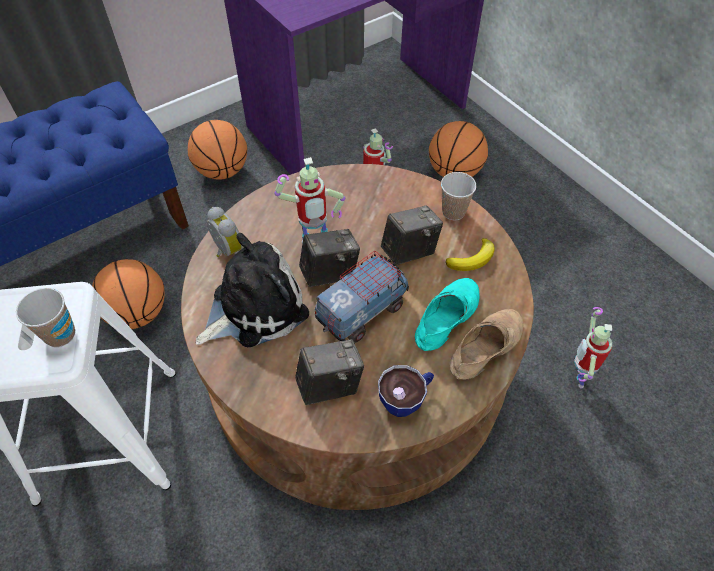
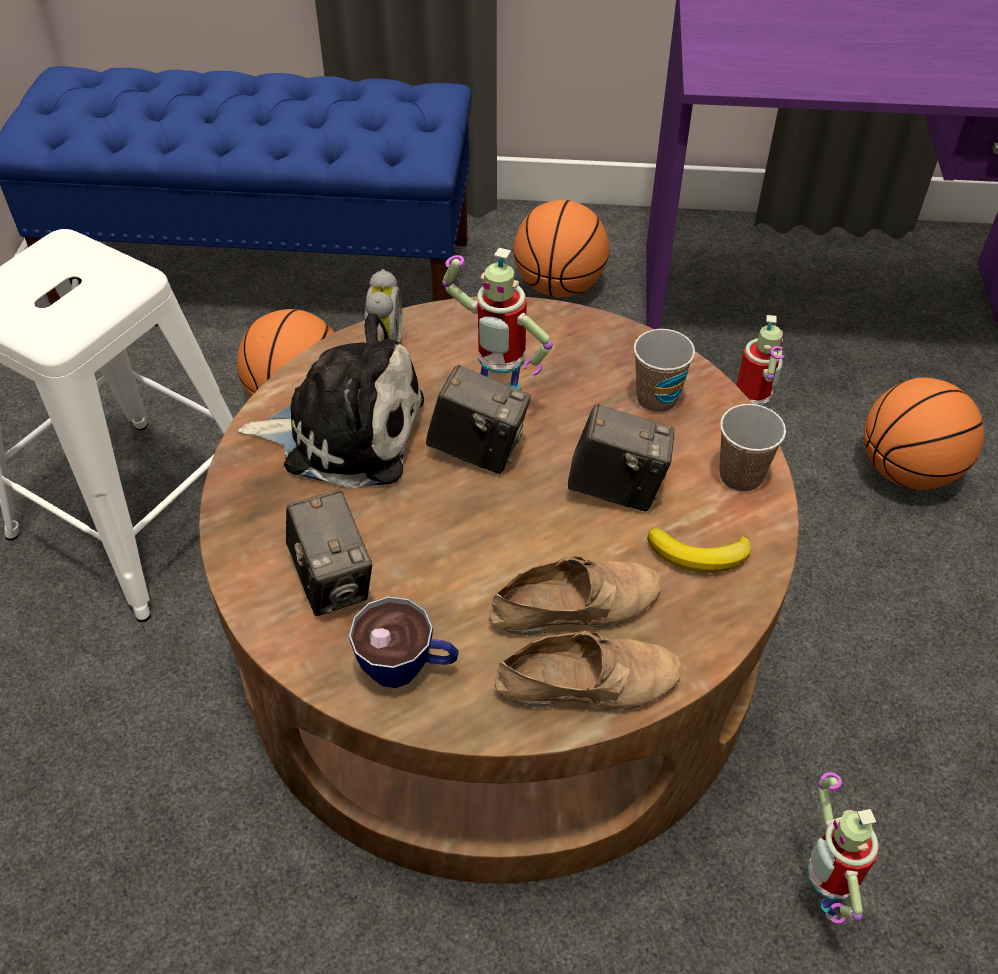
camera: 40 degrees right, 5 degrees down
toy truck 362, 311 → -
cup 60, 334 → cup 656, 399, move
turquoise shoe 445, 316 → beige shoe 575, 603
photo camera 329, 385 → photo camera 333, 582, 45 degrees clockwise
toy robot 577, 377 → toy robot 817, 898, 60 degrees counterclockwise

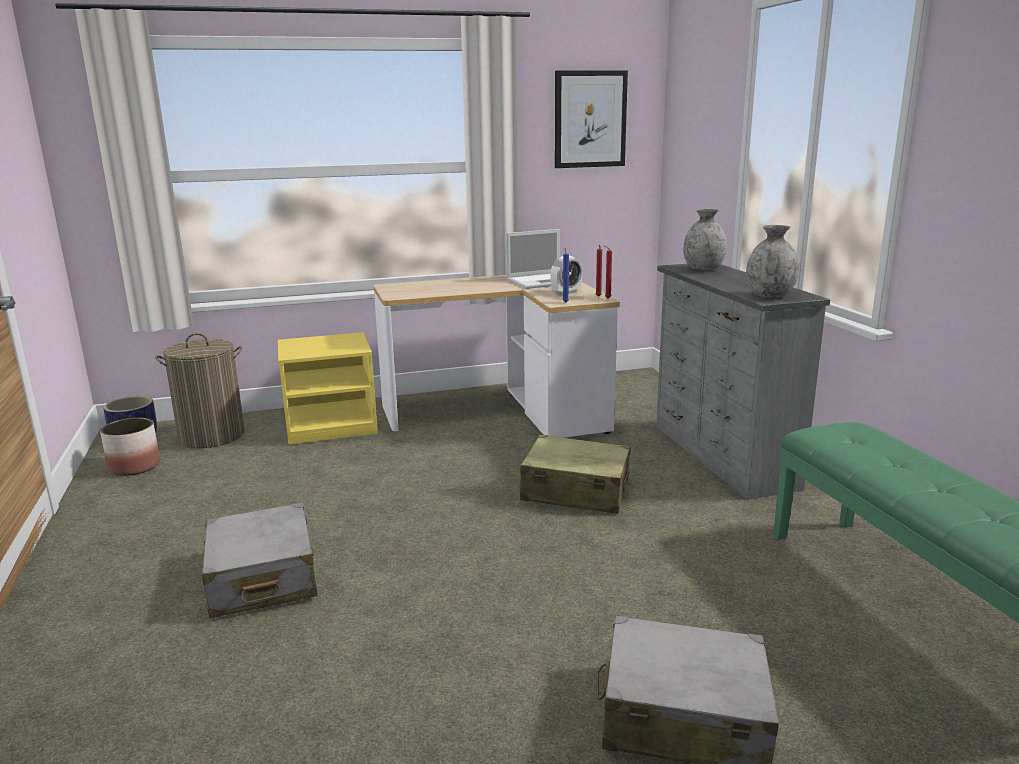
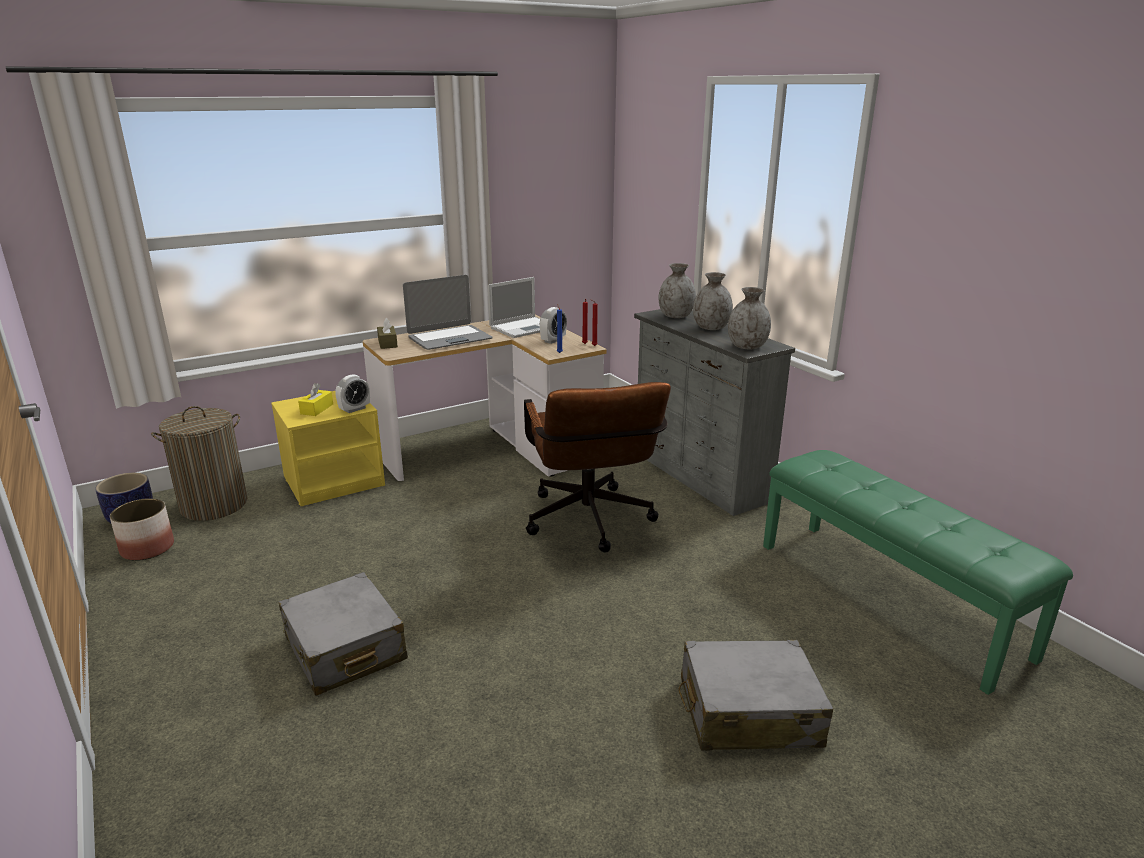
camera: 15 degrees left, 5 degrees up
picture 590, 119 → -
- → yellow tissue box 317, 409
- → alarm clock 354, 409
- → brown tissue box 387, 343
- → laptop 449, 338
- → grey vase 710, 328
beige suitcase 575, 491 → brown office chair 590, 524

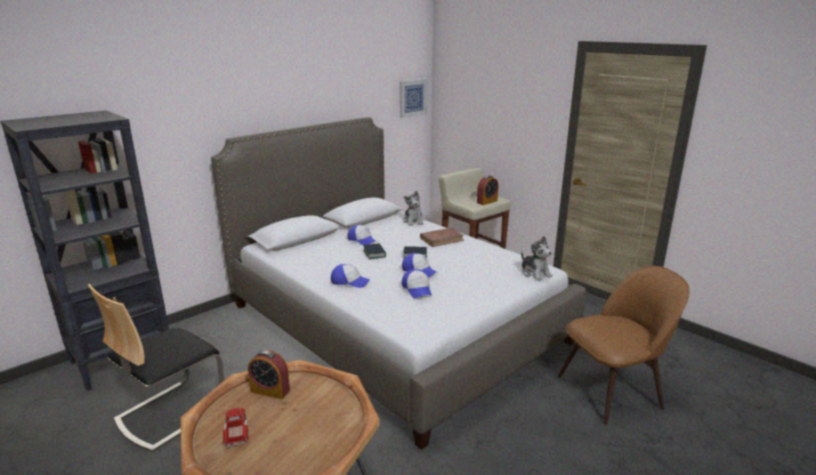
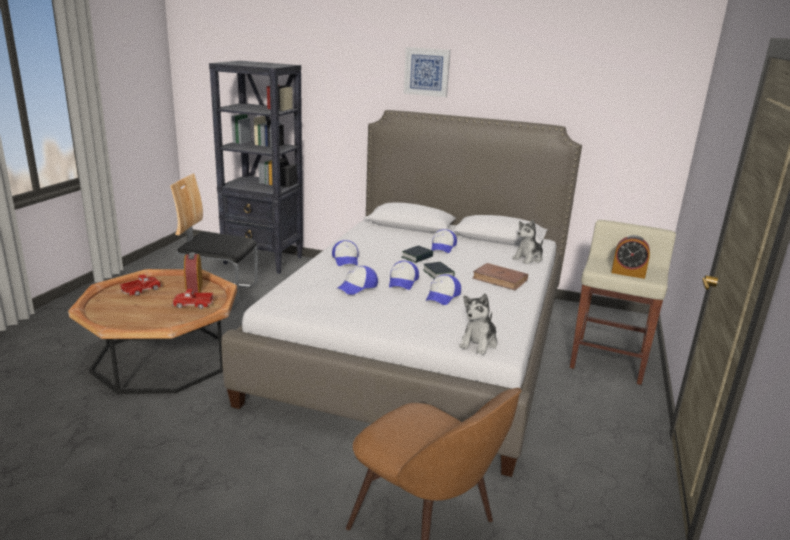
camera: 60 degrees right, 0 degrees up
- → toy truck 193, 305
- → cap 443, 296
picture 412, 98 → picture 426, 72, move

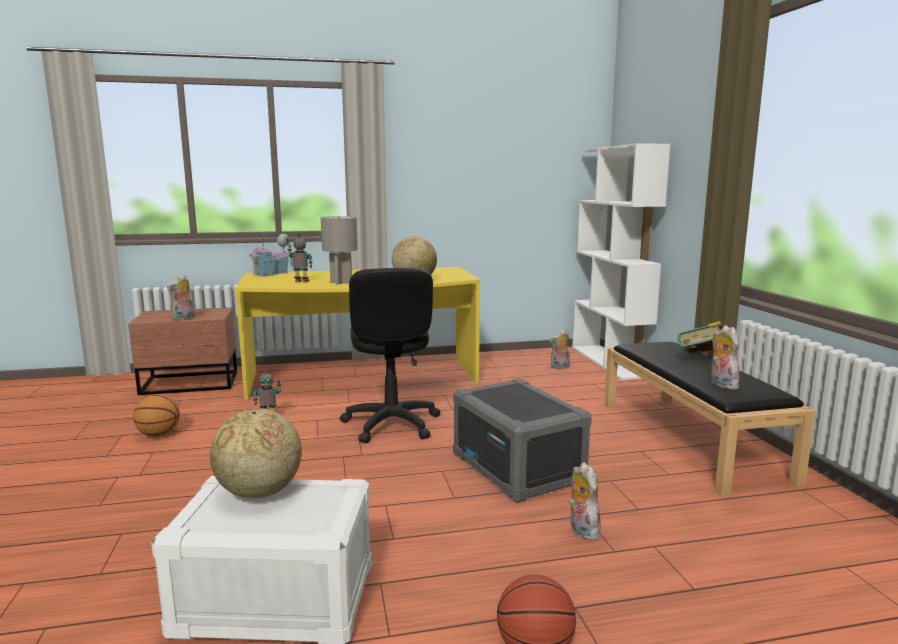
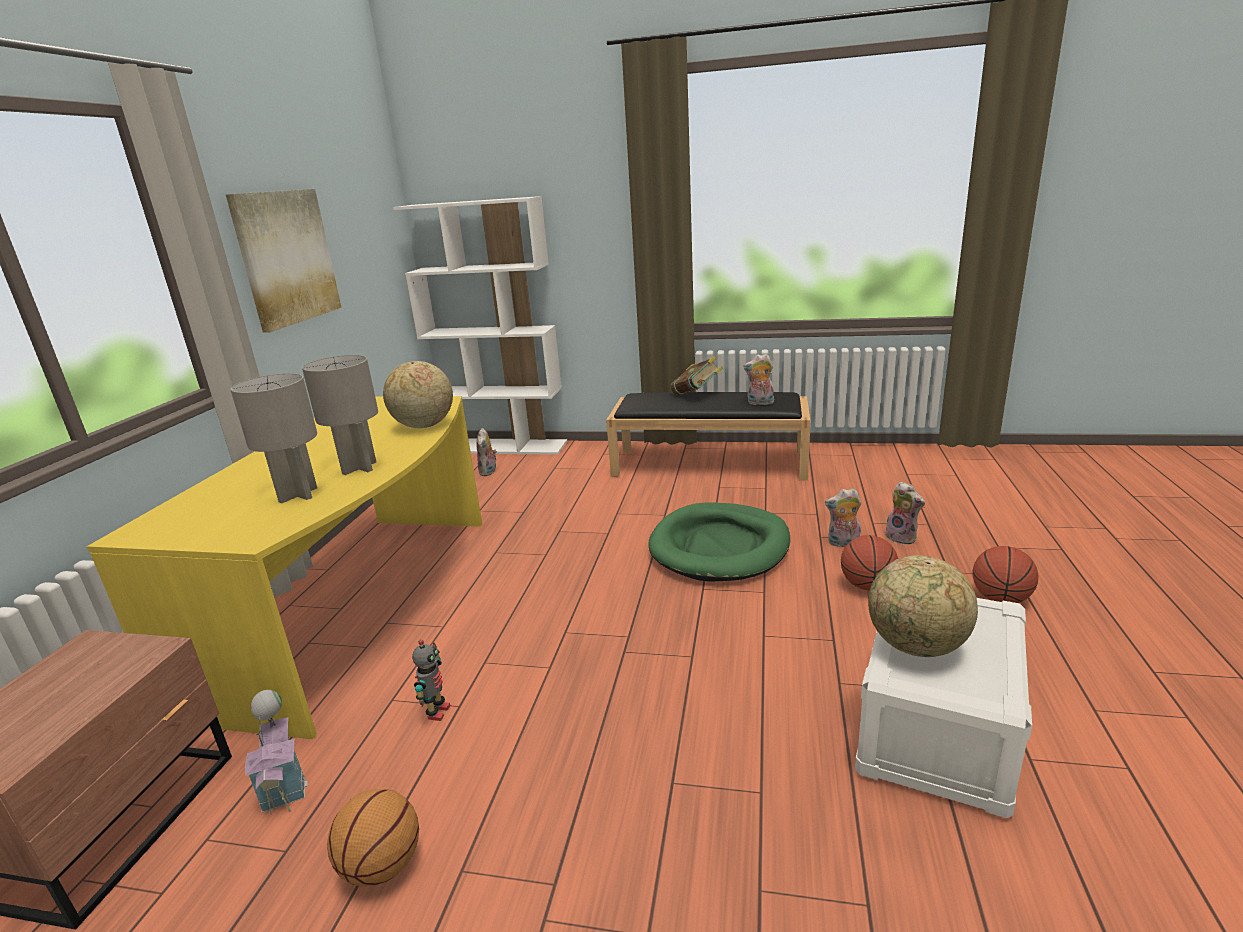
camera: 65 degrees left, 10 degrees up
black office chair 391, 424 → -
- → picture 286, 257
- → basketball 867, 585
plush toy 184, 319 → plush toy 902, 537, move
toy house 272, 274 → toy house 284, 781, move
toy robot 301, 281 → grey table lamp 298, 495
grey storage box 518, 468 → green dog bed 720, 547

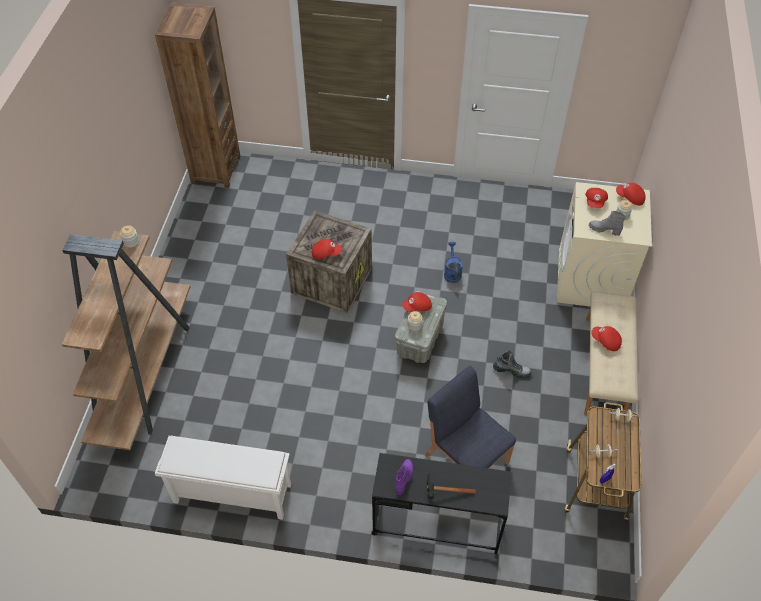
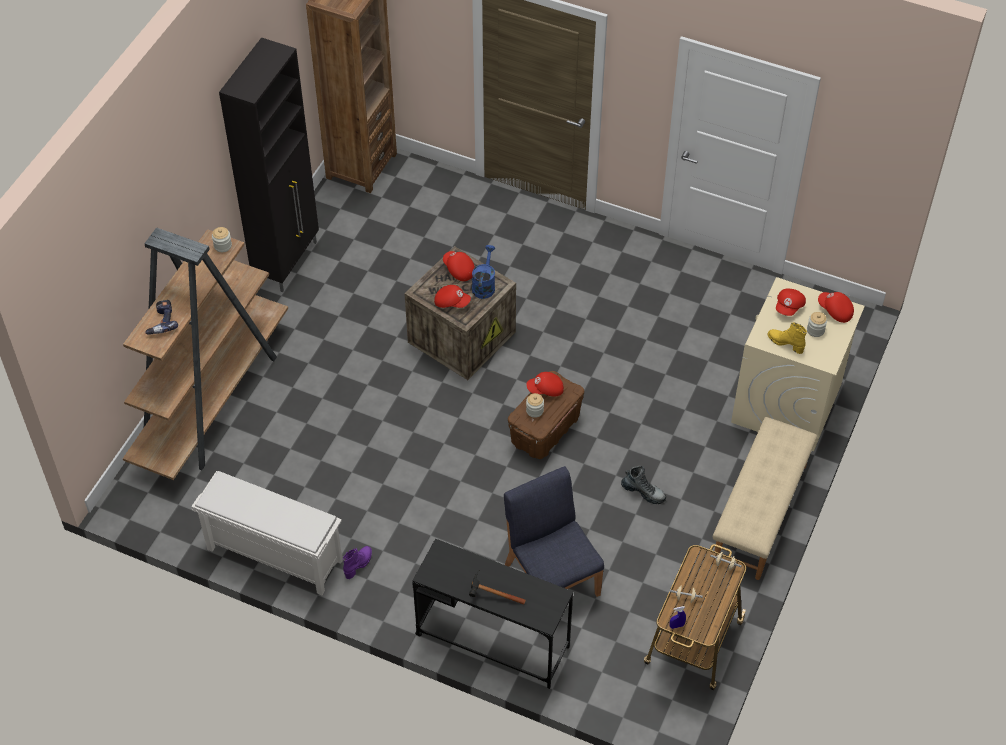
camera: 15 degrees right, 0 degrees up
- → power drill 161, 322
- → black cabinet 287, 261
purple boot 404, 478 → purple boot 358, 564, move
blue watering can 452, 272 → blue watering can 484, 285, move
red cap 605, 341 → red cap 458, 270, move
grey storage box 420, 339 → brown storage box 545, 431
grey boot 604, 230 → yellow boot 785, 343

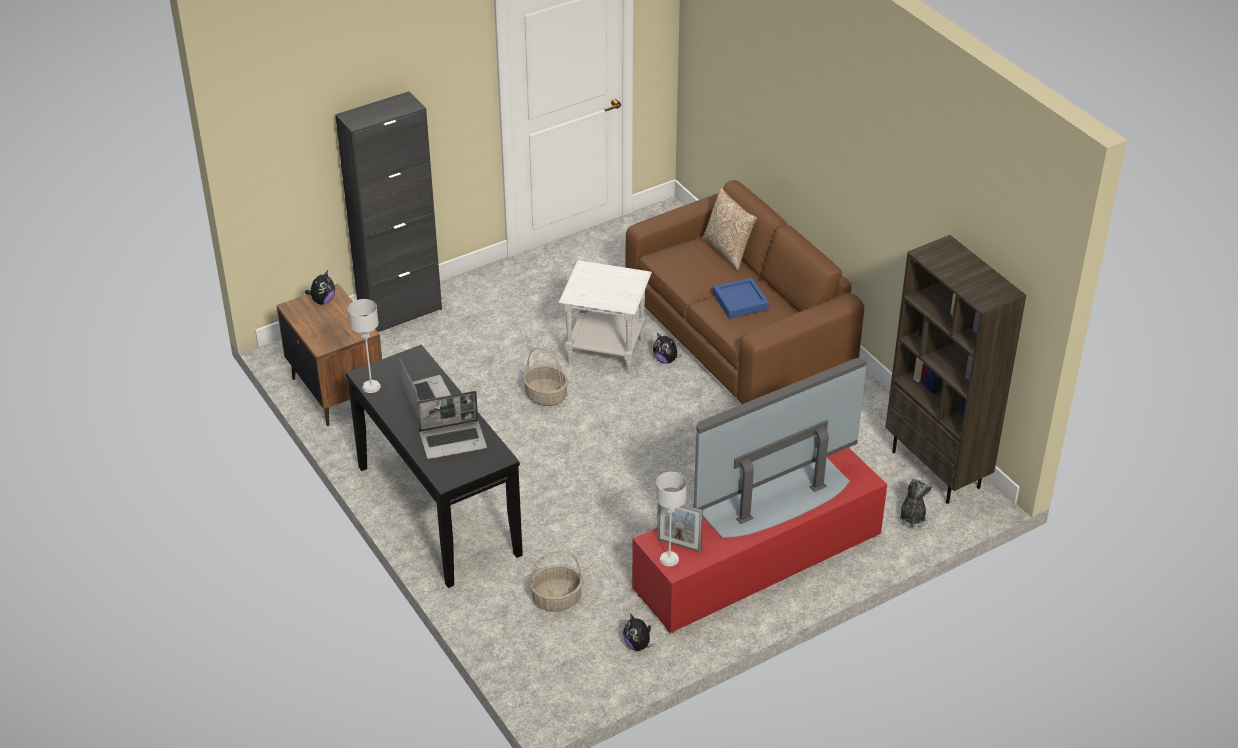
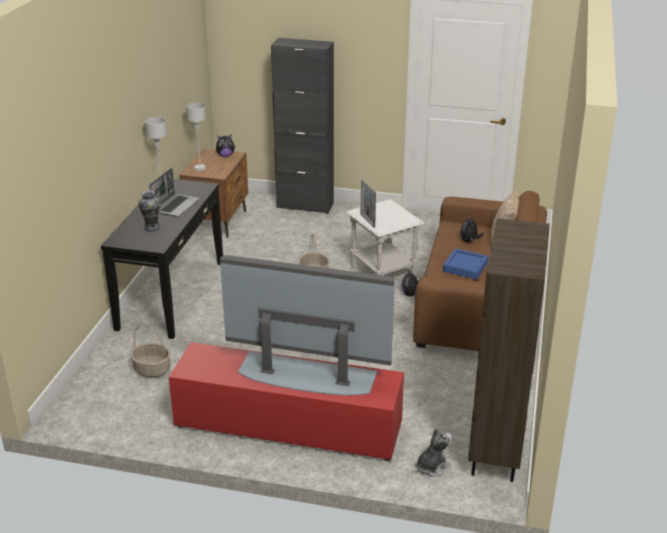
camera: 45 degrees right, 10 degrees down
plush toy 638, 645 → plush toy 469, 241, move
grey table lamp 669, 559 → grey table lamp 199, 168, move
picture frame 678, 544 → picture frame 367, 220, move
laptop 453, 440 → vase 152, 228

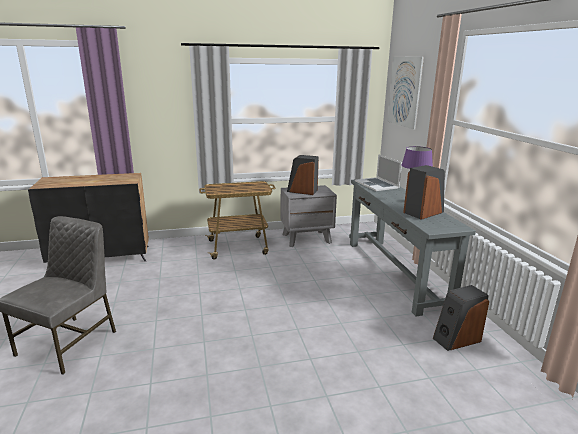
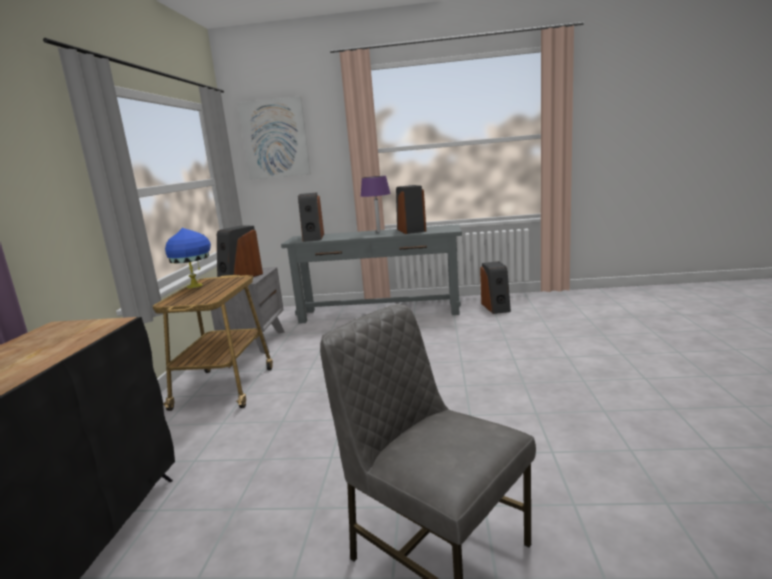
camera: 70 degrees left, 5 degrees down
- → blue table lamp 195, 286
laptop 376, 184 → speaker 313, 238

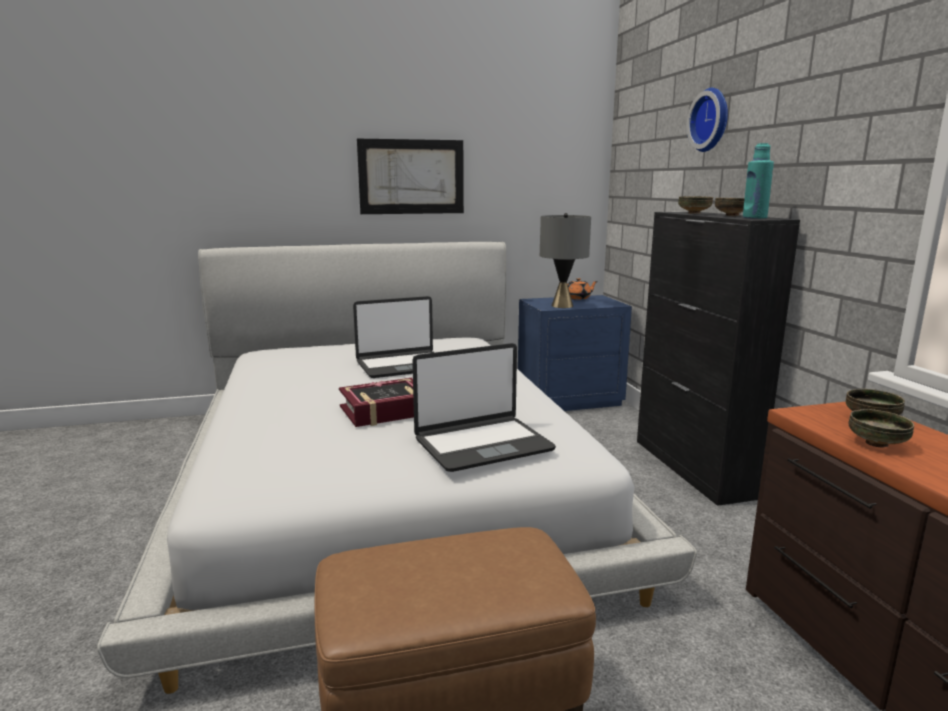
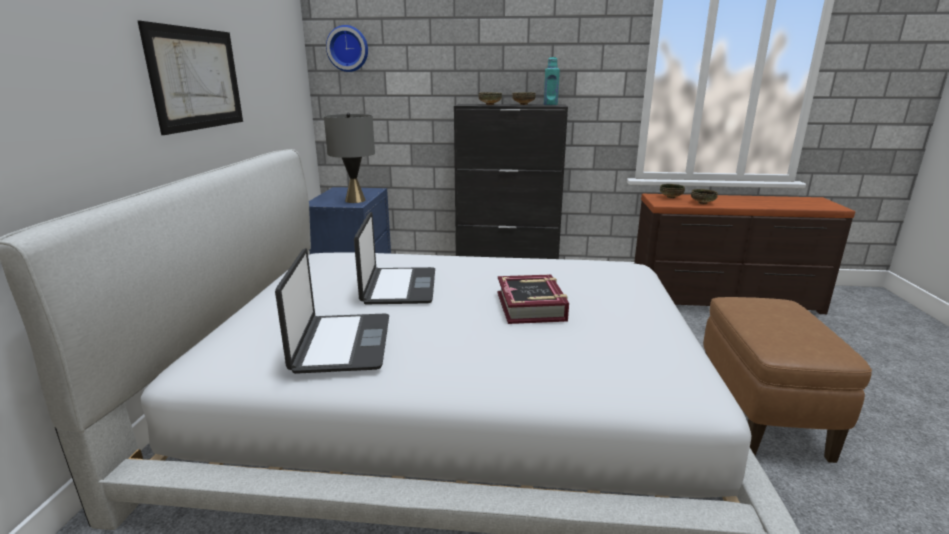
camera: 70 degrees left, 5 degrees up
orange teapot 578, 298 → -
laptop 482, 444 → laptop 341, 344, move
wall clock 712, 120 → wall clock 348, 48, move

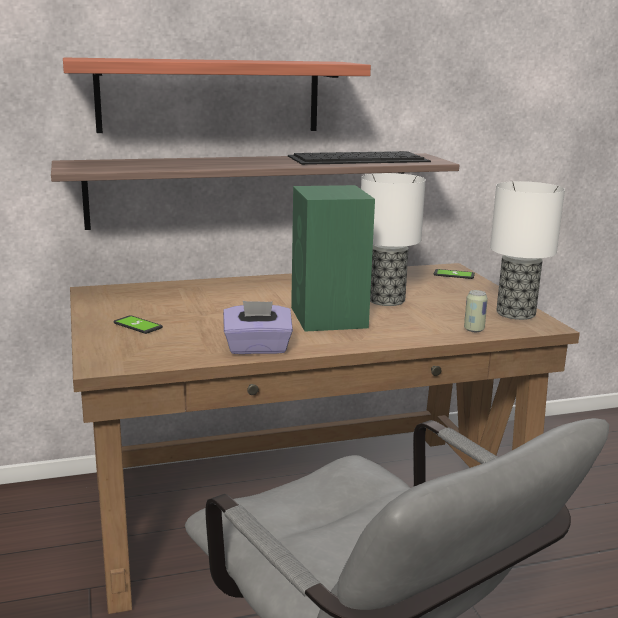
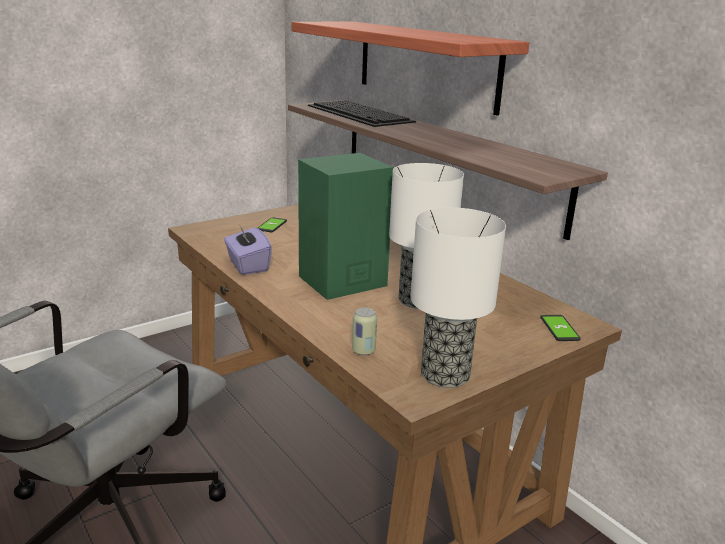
camera: 70 degrees right, 5 degrees up
keyboard 359, 159 → keyboard 360, 113, move

